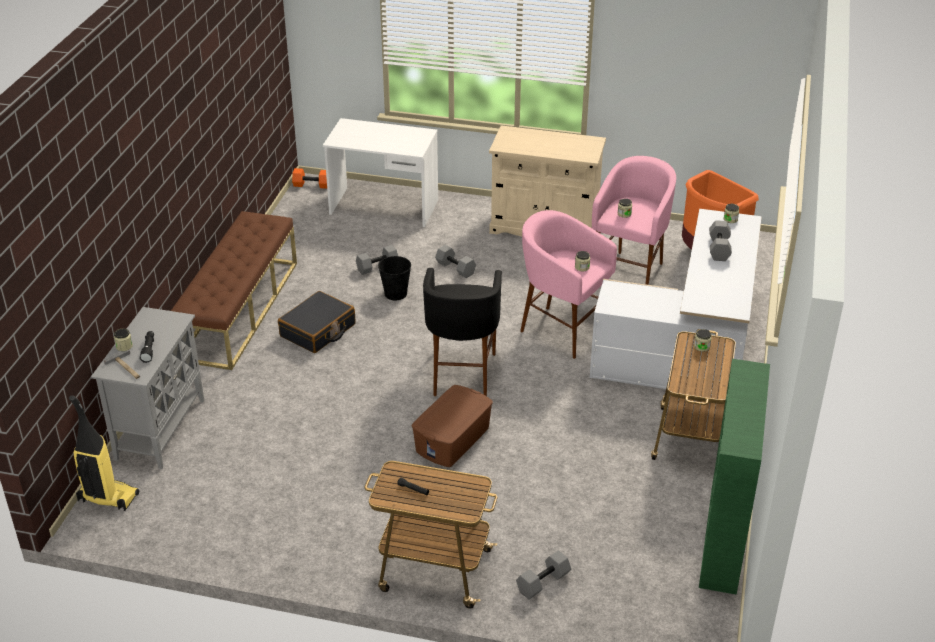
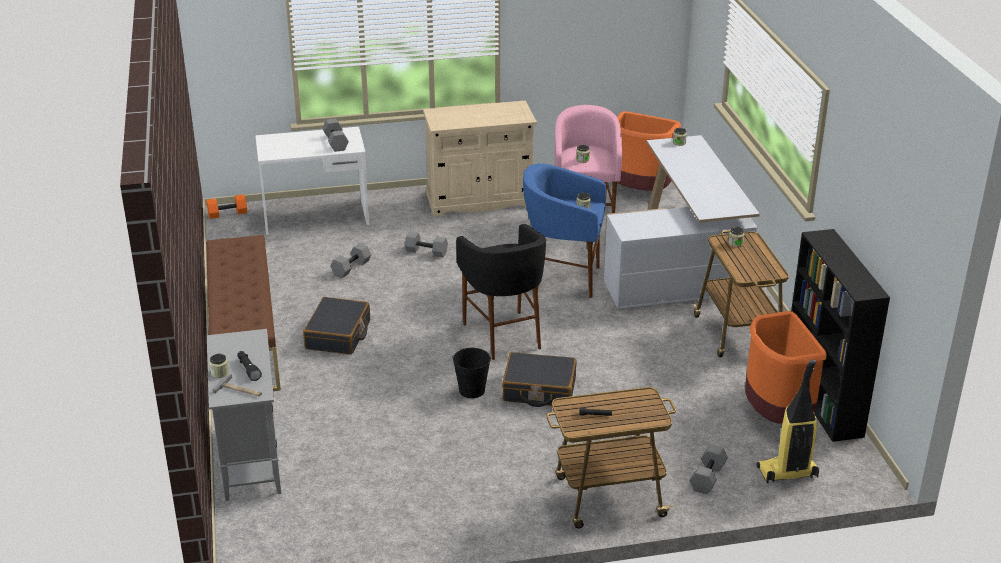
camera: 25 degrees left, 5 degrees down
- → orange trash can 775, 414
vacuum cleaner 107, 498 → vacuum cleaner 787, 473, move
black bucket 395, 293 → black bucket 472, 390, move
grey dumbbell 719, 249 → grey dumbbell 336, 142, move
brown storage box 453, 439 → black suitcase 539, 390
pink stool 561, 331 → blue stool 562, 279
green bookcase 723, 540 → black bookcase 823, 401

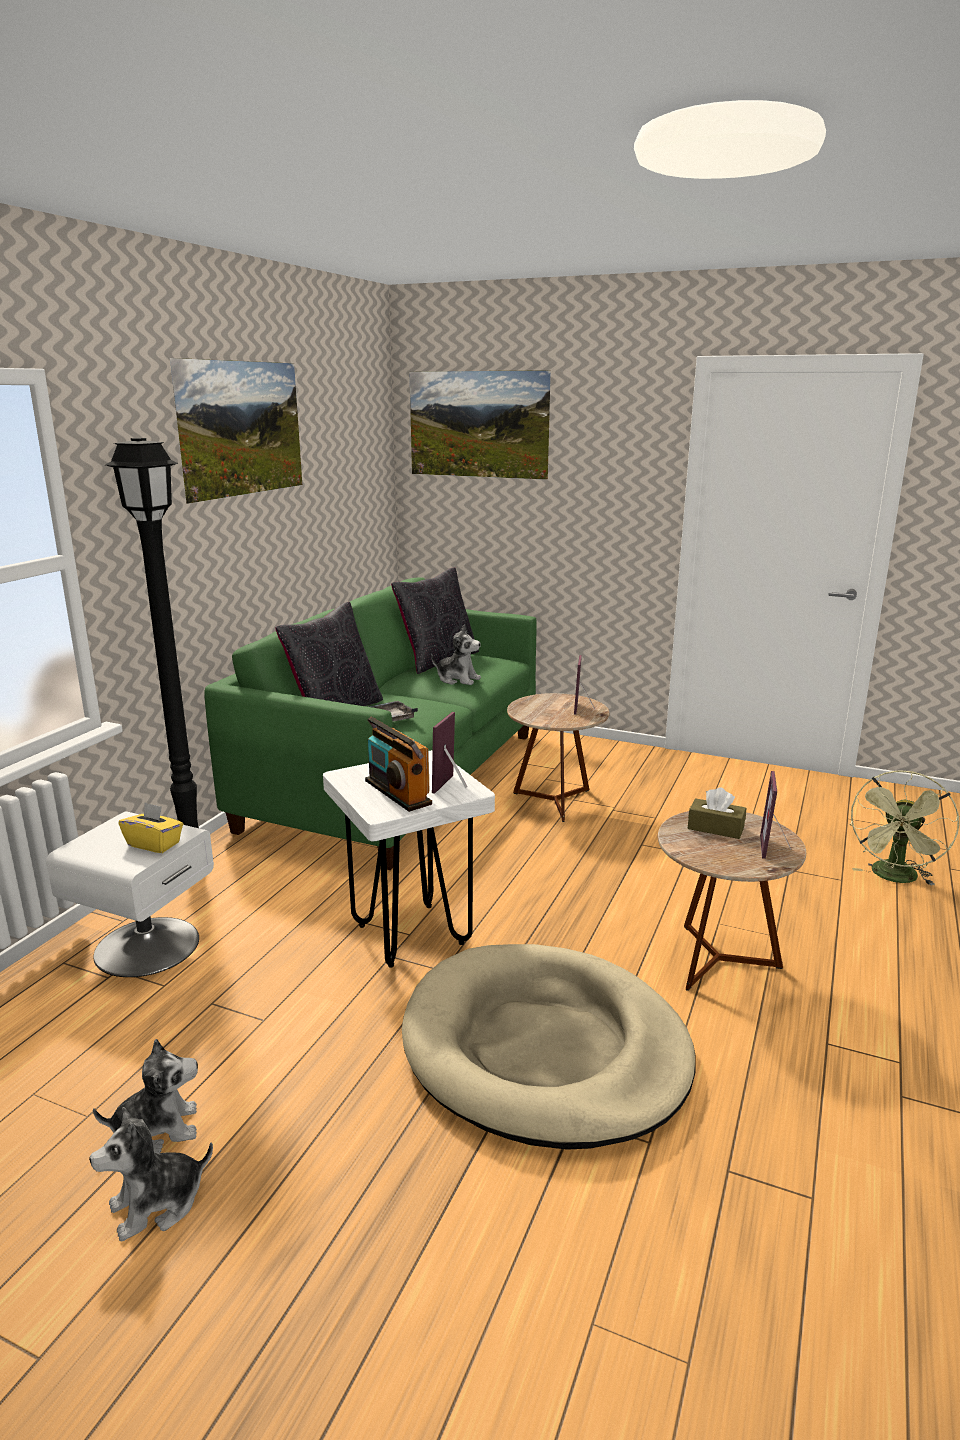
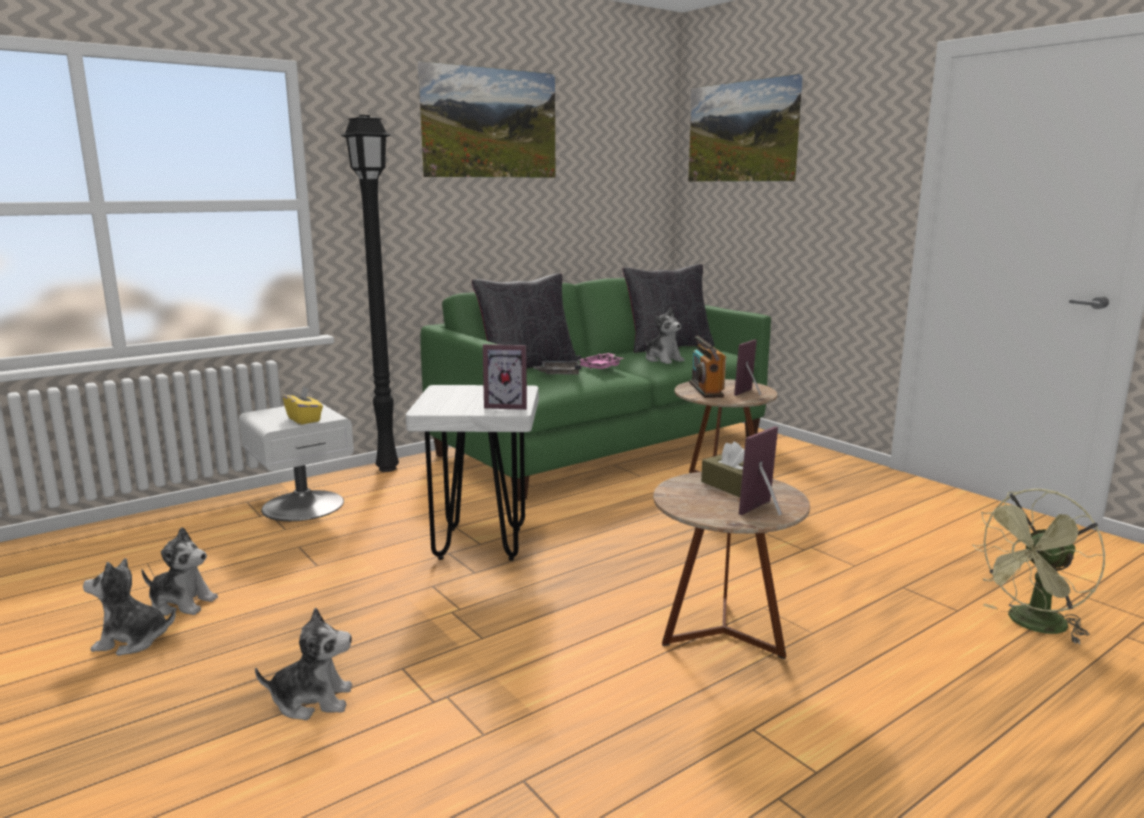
camera: 30 degrees right, 5 degrees down
beige dog bed 545, 1050 → -
- → plush toy 312, 700
- → pink tray 601, 367
radio 397, 792 → radio 705, 390, move
picture frame 453, 786 → picture frame 507, 405, 135 degrees counterclockwise

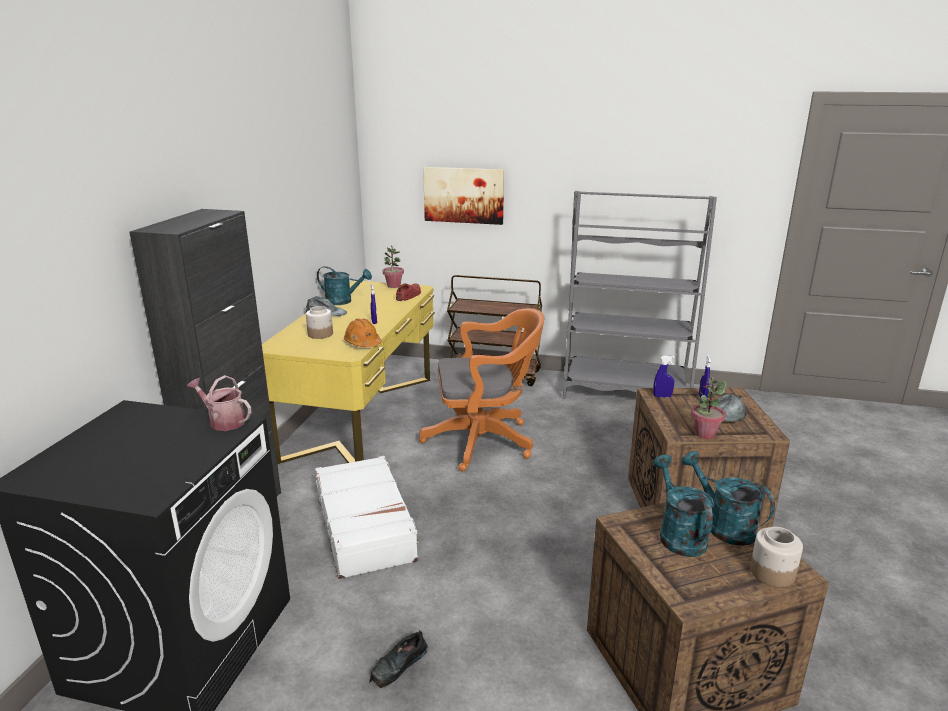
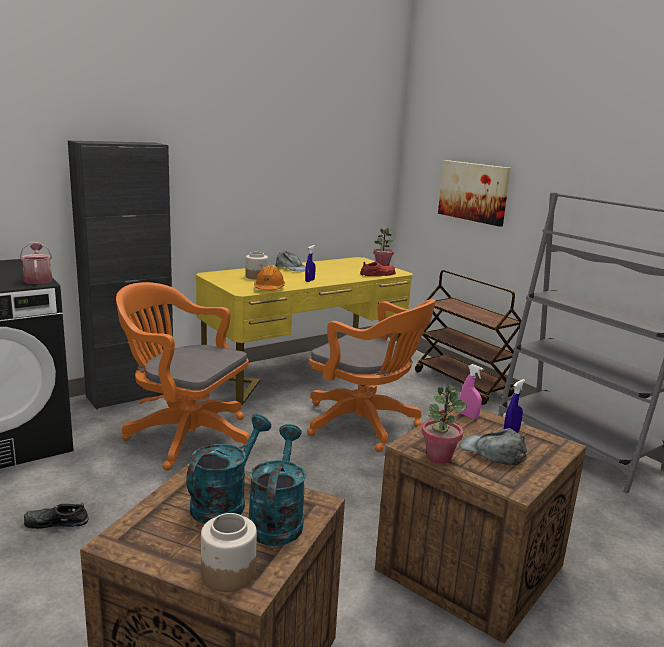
camera: 40 degrees right, 5 degrees down
turquoise watering can 343, 301 → -
white suitcase 366, 526 → orange office chair 184, 436
blue spray bottle 662, 396 → pink spray bottle 468, 416

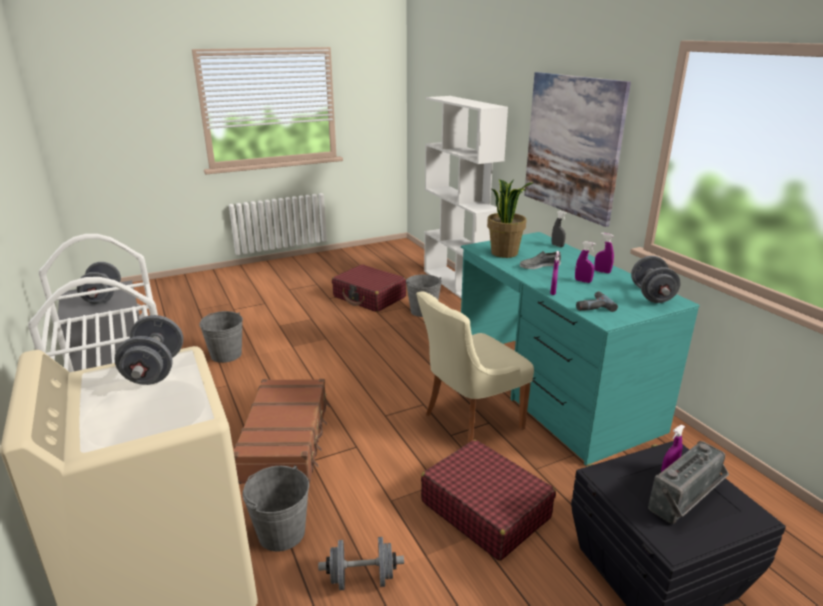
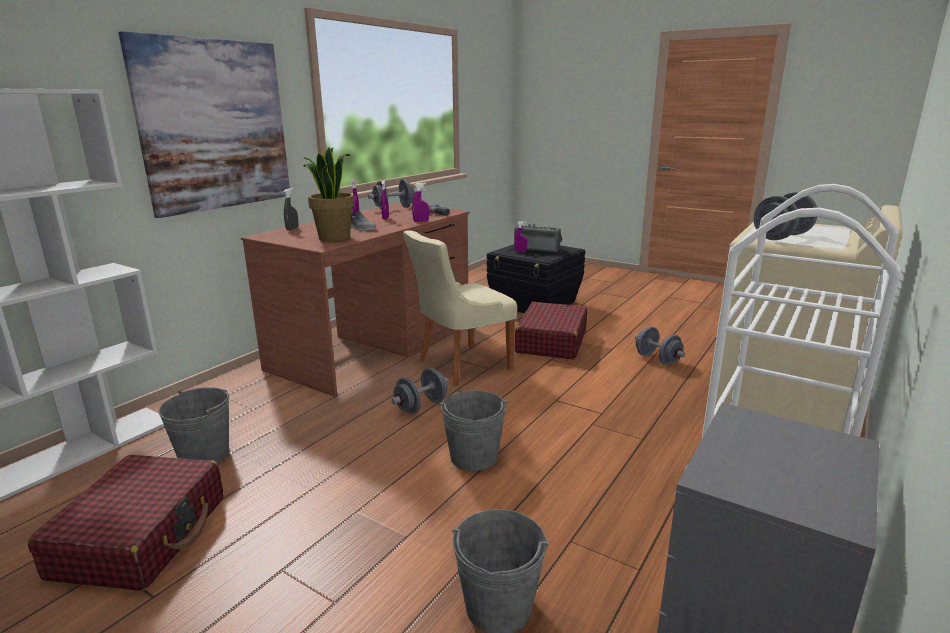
camera: 120 degrees left, 5 degrees down
brown suitcase 286, 440 → -
grey dumbbell 103, 297 → grey dumbbell 421, 406, move
grey bucket 281, 533 → grey bucket 473, 457, move
turquoise desk 552, 389 → brown desk 375, 345
beige chair 470, 422 → beige chair 461, 365, 120 degrees clockwise

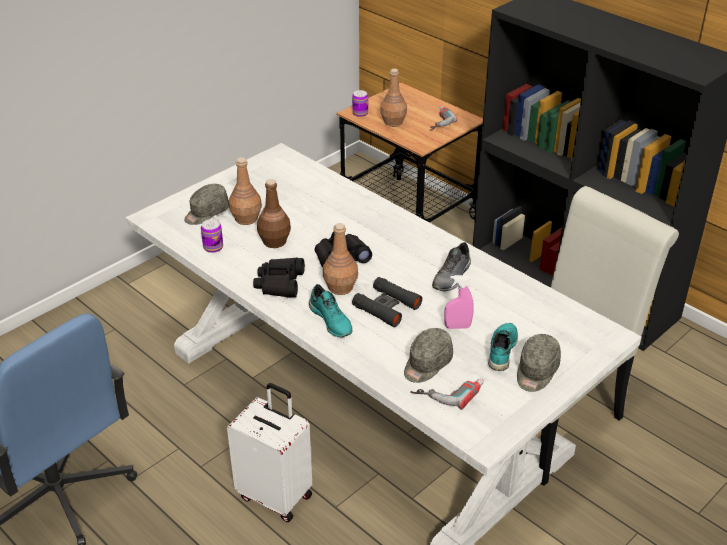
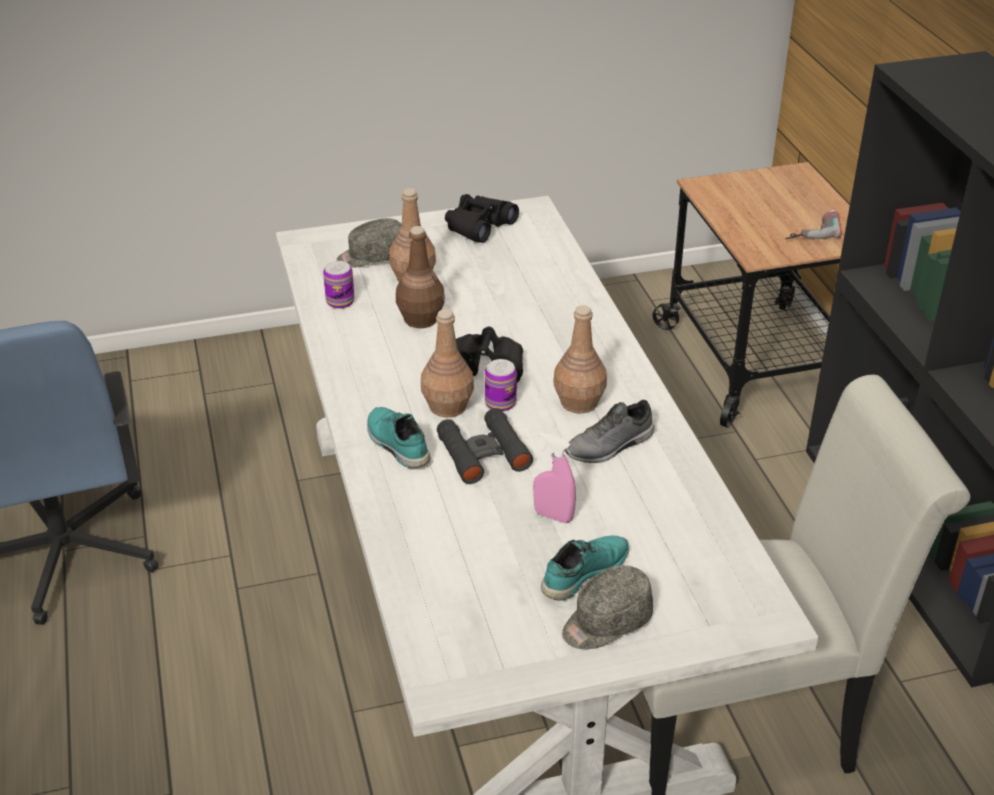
camera: 30 degrees right, 0 degrees up
white suitcase 276, 495 → -
grey cap 427, 364 → -
power drill 448, 390 → -
black binoculars 280, 283 → black binoculars 479, 226, move
can 360, 113 → can 500, 403, move
brown bottle 393, 122 → brown bottle 578, 403, move
turquoise shoe 331, 320 → turquoise shoe 396, 445, 150 degrees clockwise

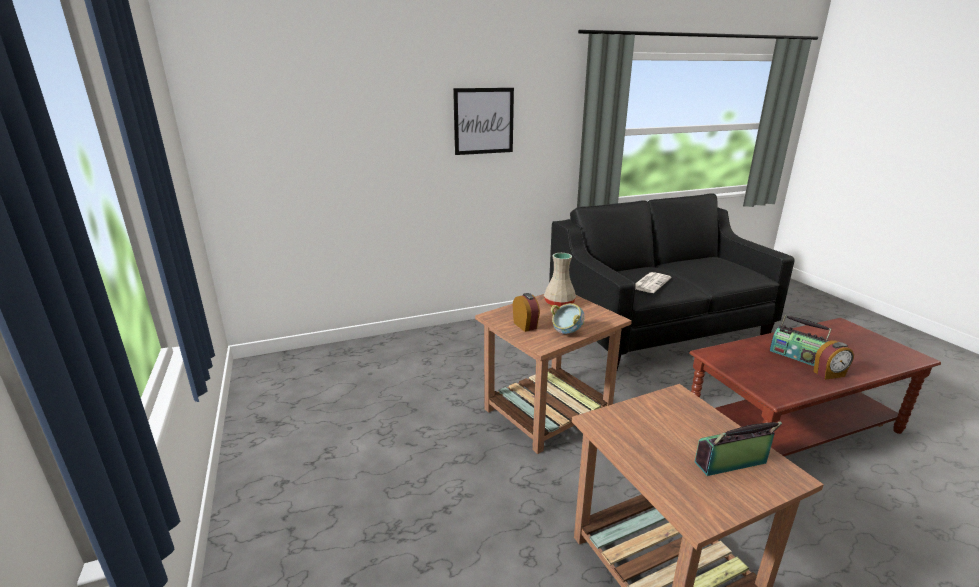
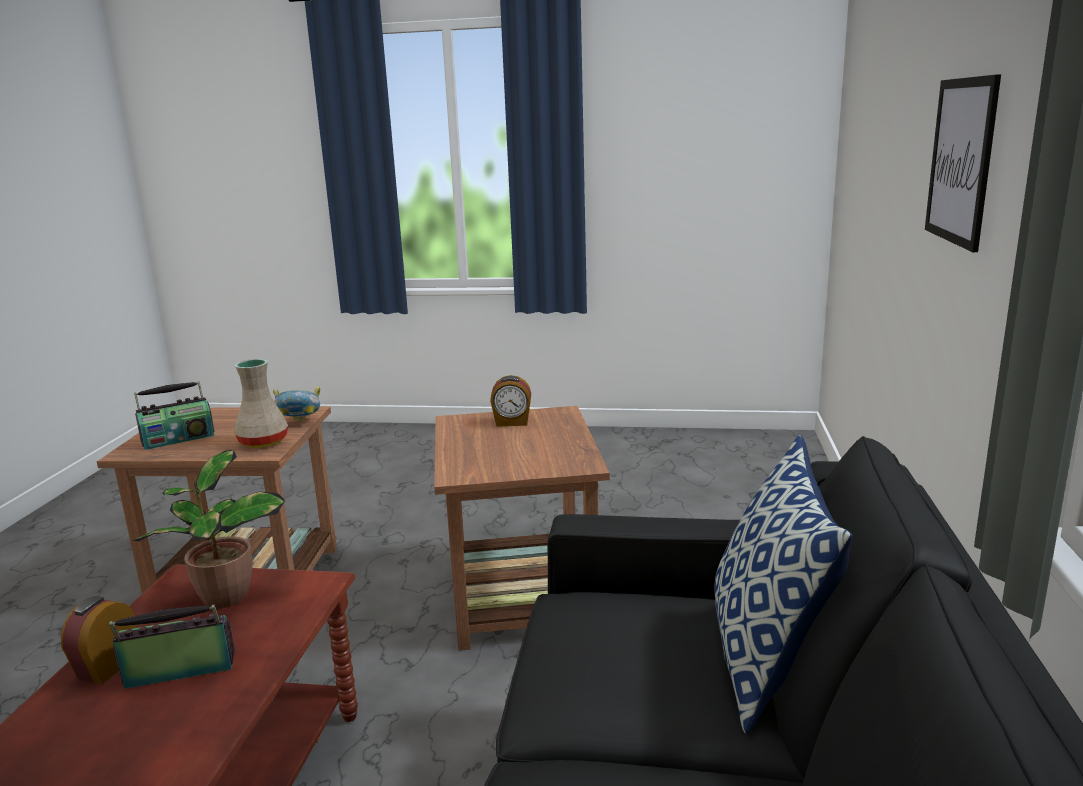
camera: 120 degrees right, 5 degrees down
newspaper 650, 283 → -
- → potted plant 224, 598
- → pillow 768, 661
beige vase 559, 304 → beige vase 262, 442, move
bowl 566, 332 → bowl 300, 423, move
radio 731, 464 → radio 178, 439, 45 degrees clockwise

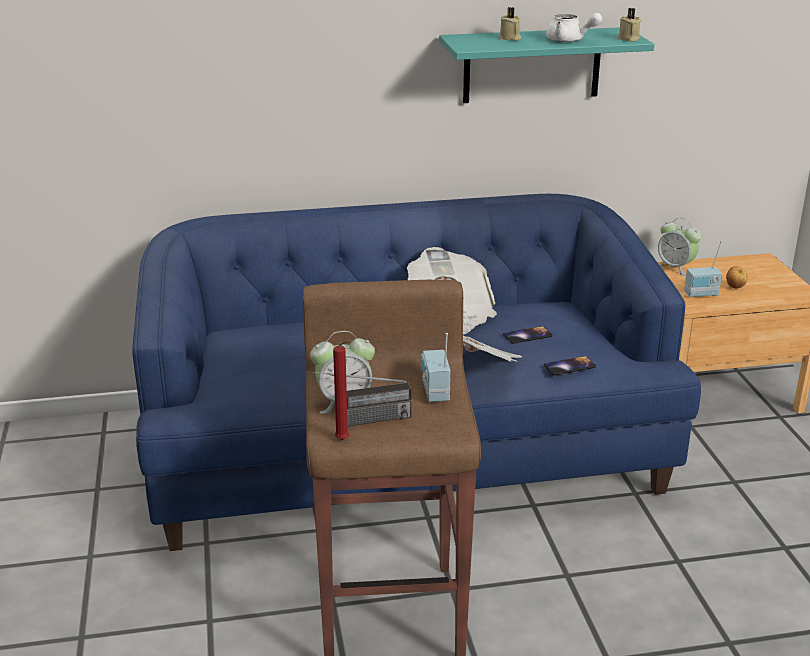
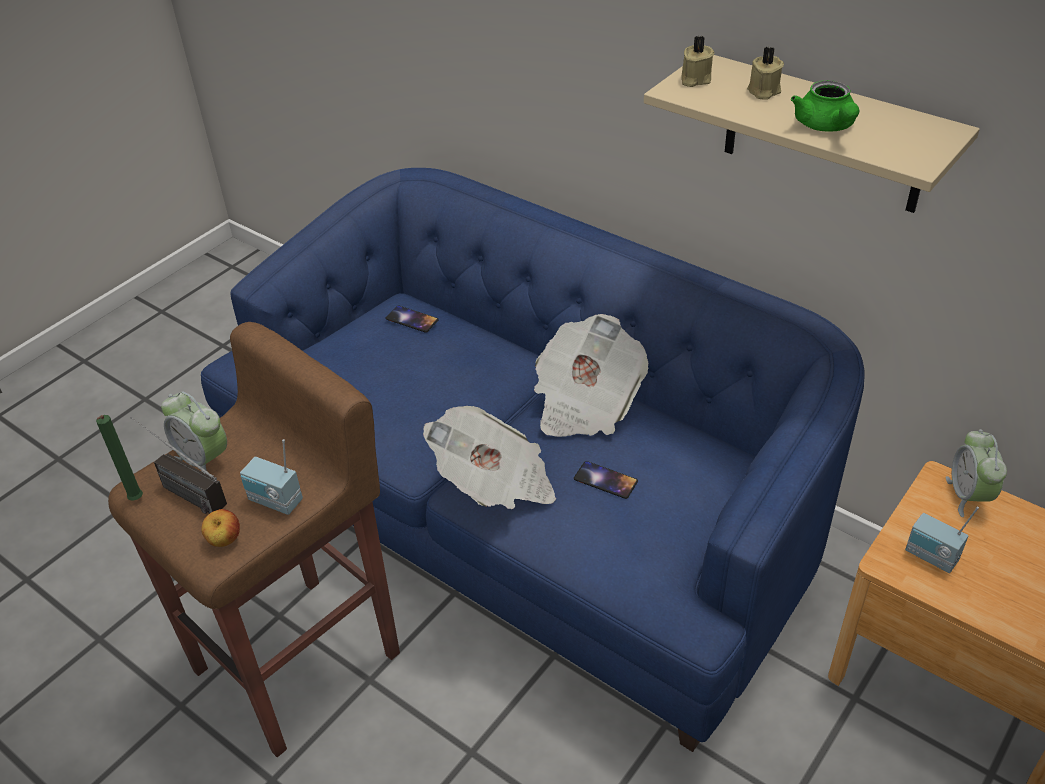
camera: 50 degrees right, 15 degrees up
phone 569, 366 → phone 412, 319, move
beige candle 628, 39 → beige candle 694, 79, move
apple 735, 287 → apple 224, 541, move
red candle 344, 441 → green candle 136, 501
turquoise shelf 532, 65 → beige shelf 824, 134
white teapot 569, 40 → green teapot 826, 127
radio 434, 392 → radio 275, 502, 105 degrees counterclockwise

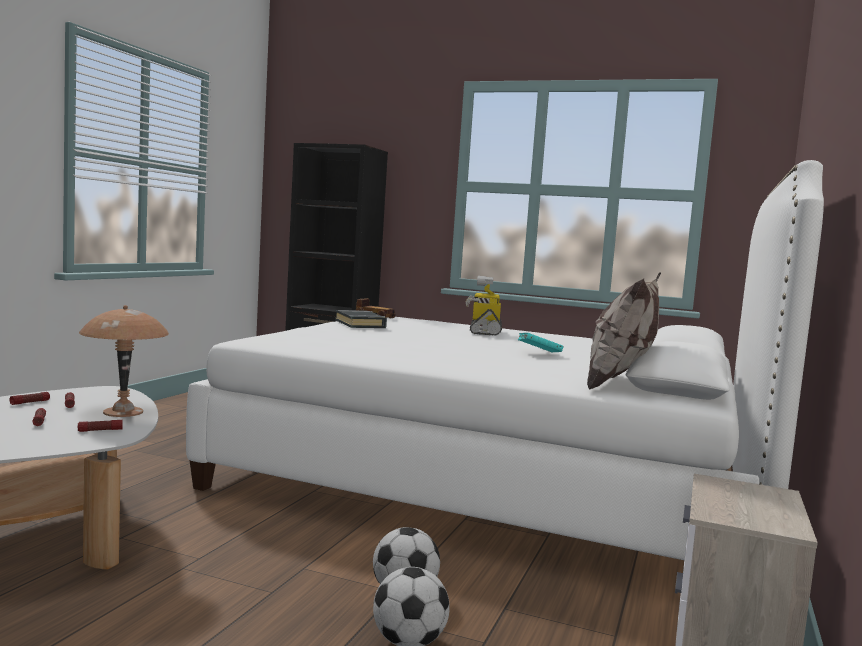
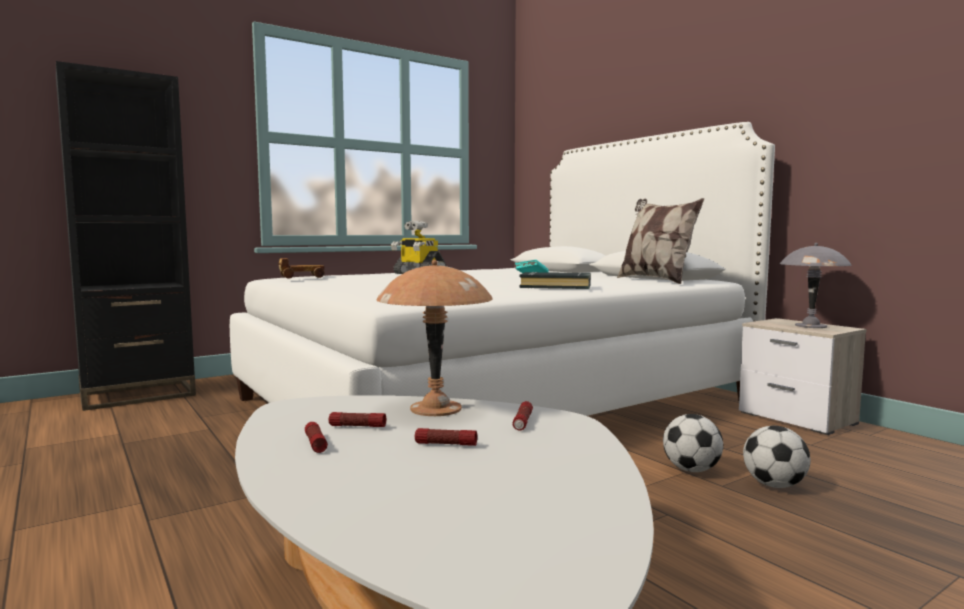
camera: 55 degrees left, 0 degrees up
- → grey table lamp 810, 325
black book 360, 324 → black book 555, 286, move

